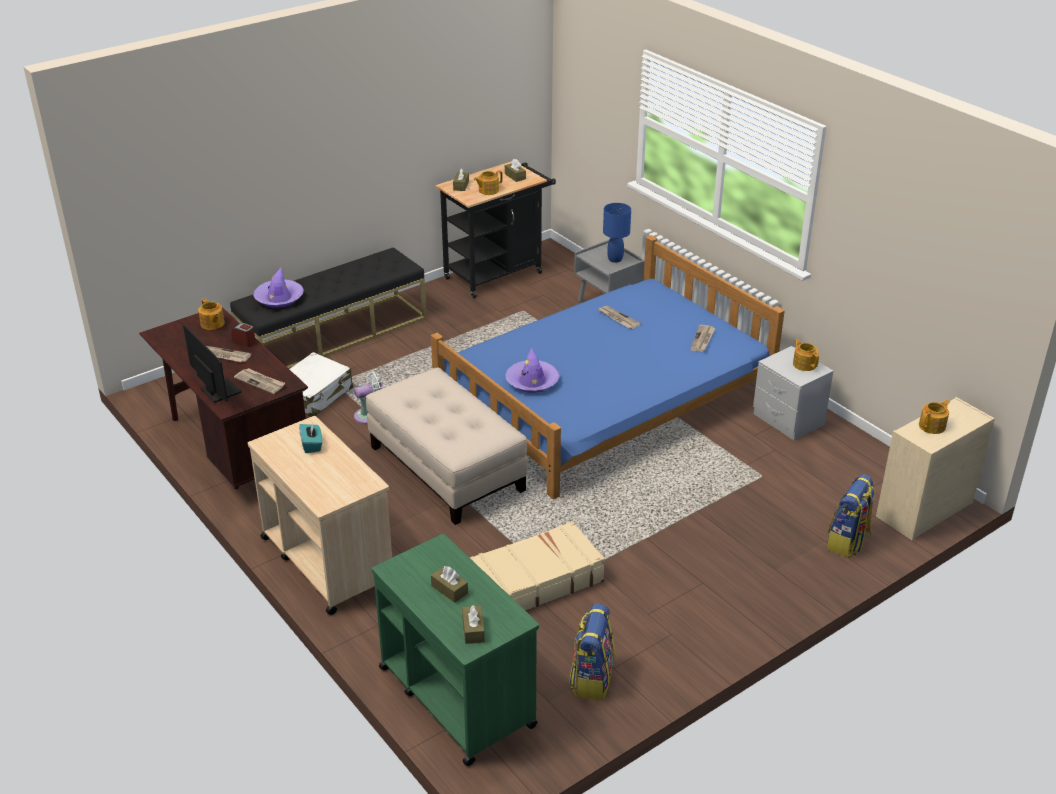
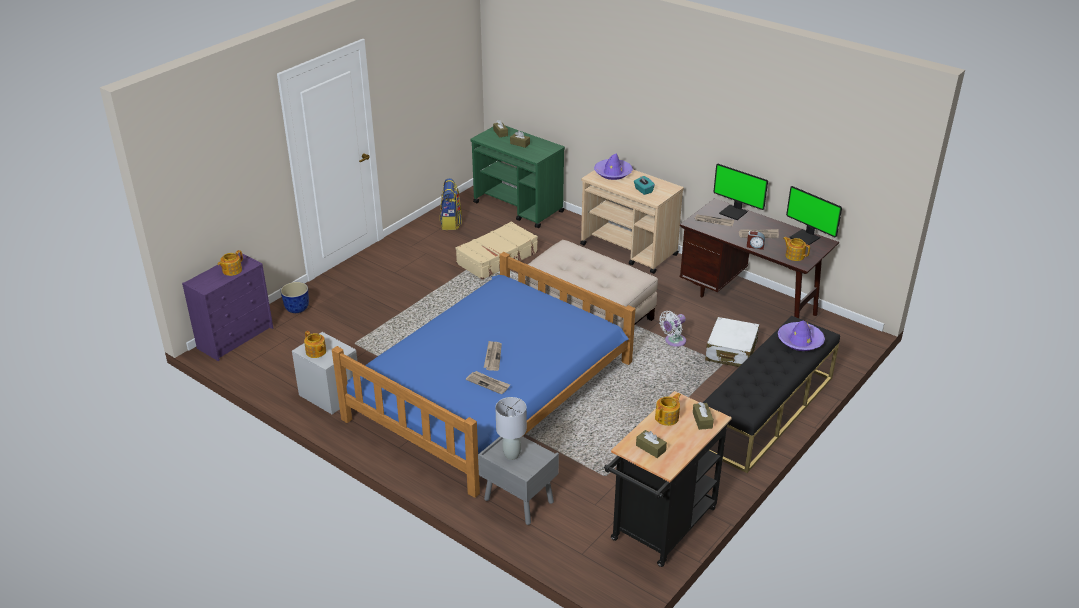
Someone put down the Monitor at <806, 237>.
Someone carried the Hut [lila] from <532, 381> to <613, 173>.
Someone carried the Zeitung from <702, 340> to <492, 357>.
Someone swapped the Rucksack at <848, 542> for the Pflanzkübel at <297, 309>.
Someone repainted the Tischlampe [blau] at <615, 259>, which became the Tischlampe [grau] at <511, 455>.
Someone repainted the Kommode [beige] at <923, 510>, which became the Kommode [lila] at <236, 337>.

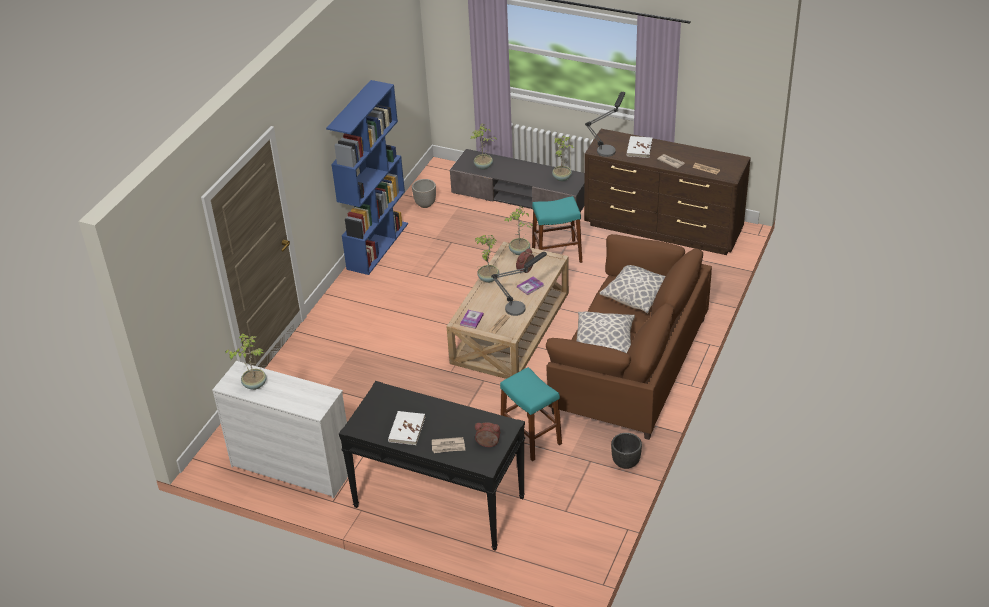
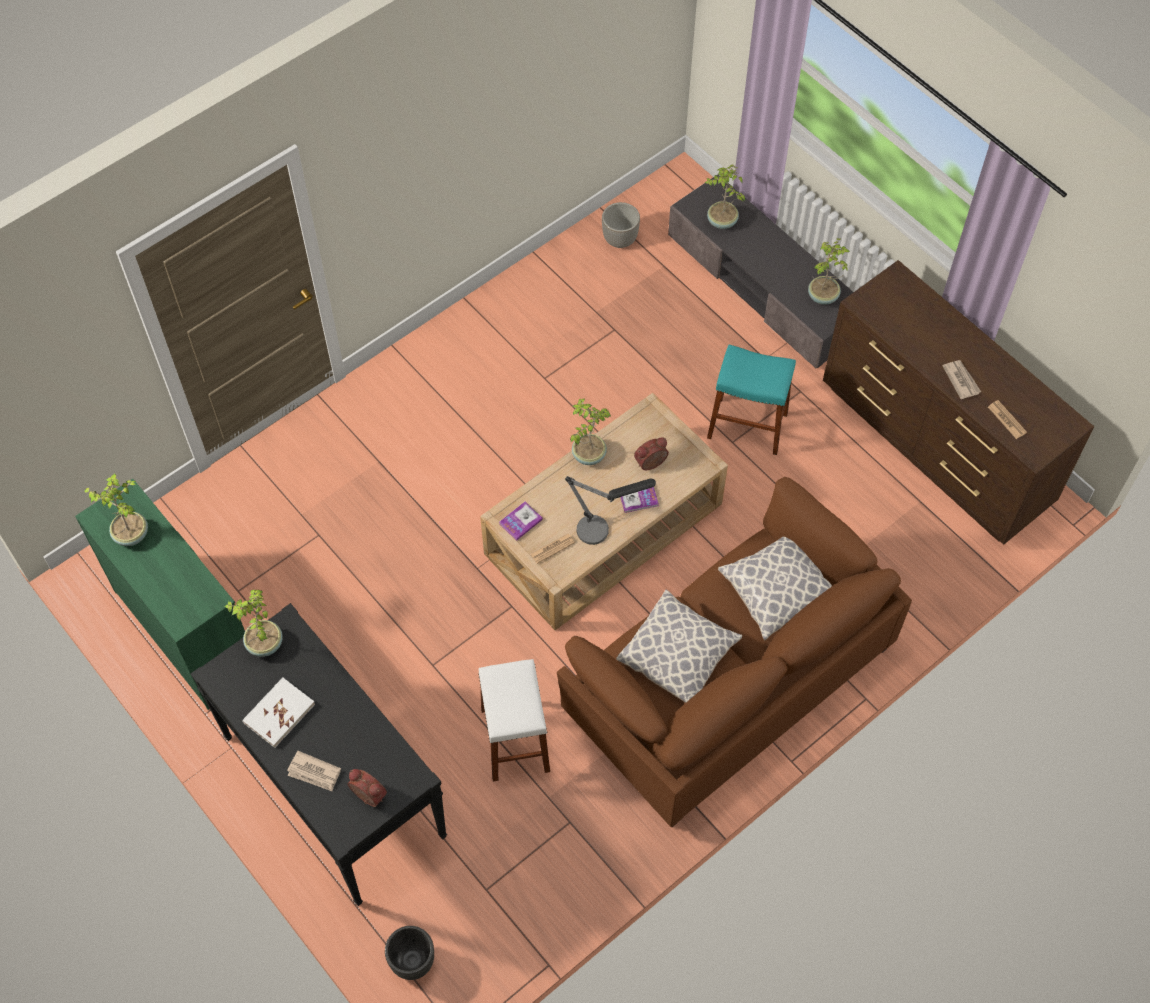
Someone took away the Bücherregal [blau] at <377, 245>.
Someone took away the Tischlampe at <608, 148>.
Someone took away the Buch [weiß] at <639, 148>.
Someone carried the Topfpflanze from <519, 252> to <264, 644>.
Someone carried the Pflanzkübel [schwarz] from <626, 463> to <412, 962>.
Someone repainted the Kommode [weiß] at <293, 467>, which became the Kommode [grün] at <188, 630>.
Someone repainted the Hocker [türkis] at <531, 438>, which became the Hocker [weiß] at <515, 740>.

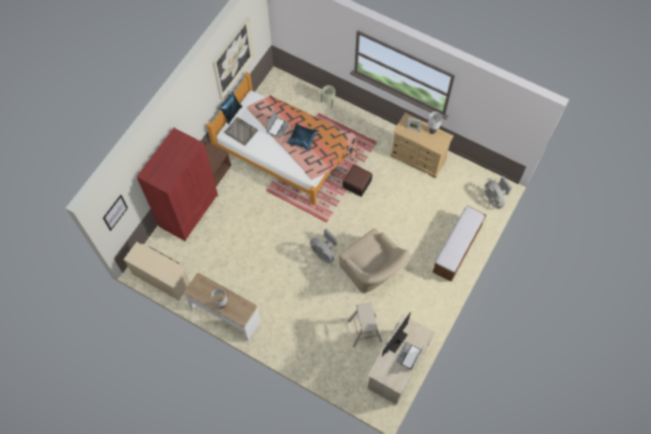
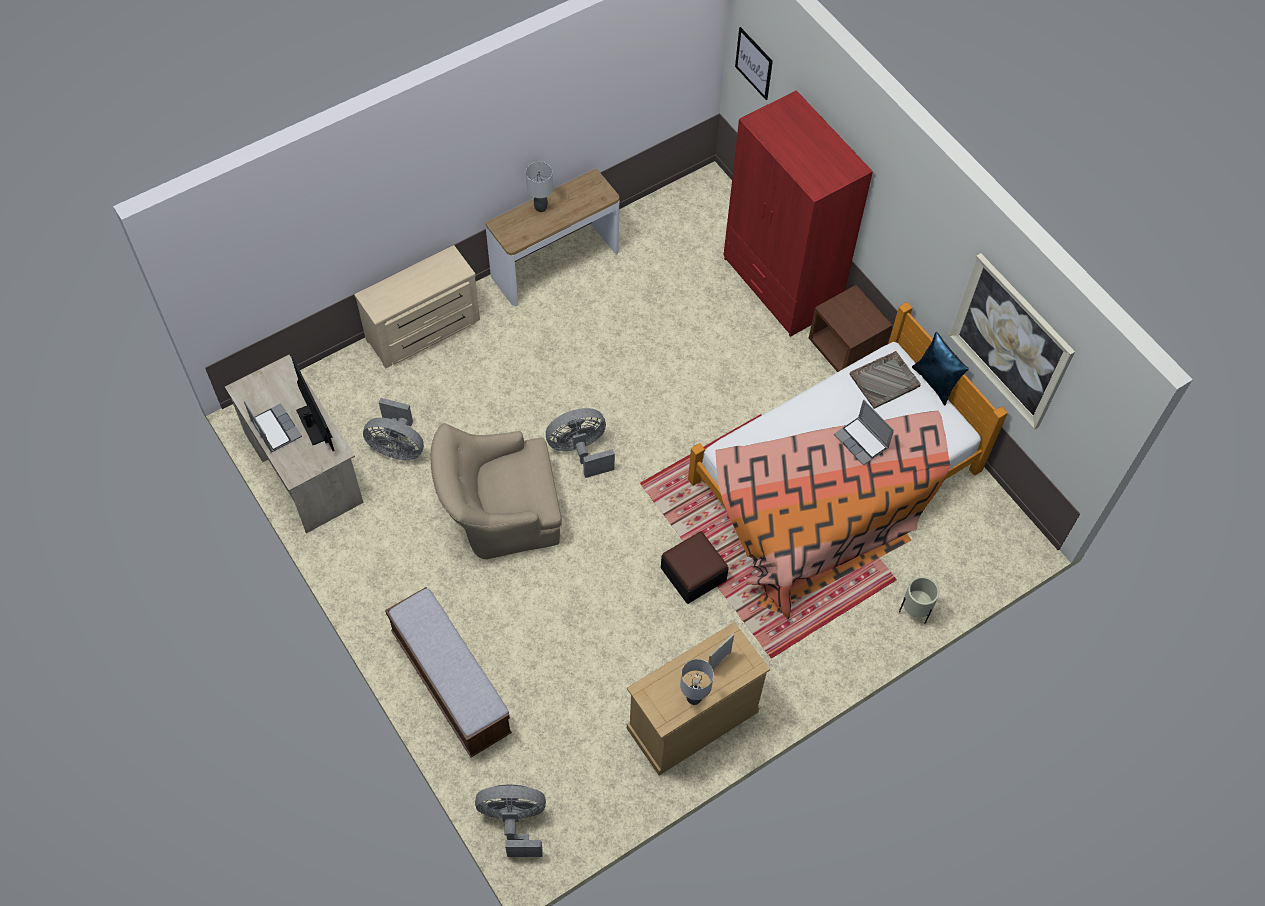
Someone took away the Kissen [blau] at <303, 138>.
Someone carried the Kommode [beige] from <162, 277> to <424, 331>.
Someone swapped the Hocker [beige] at <364, 331> for the Ventilator [grau] at <397, 447>.

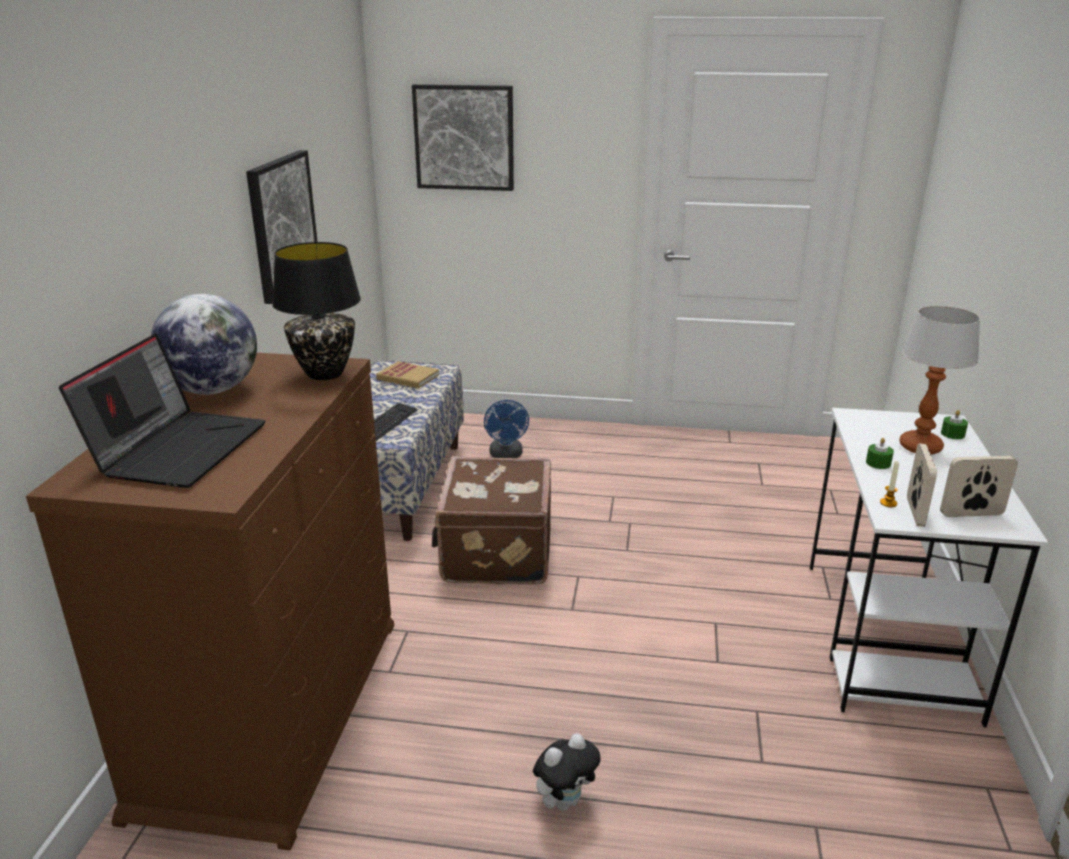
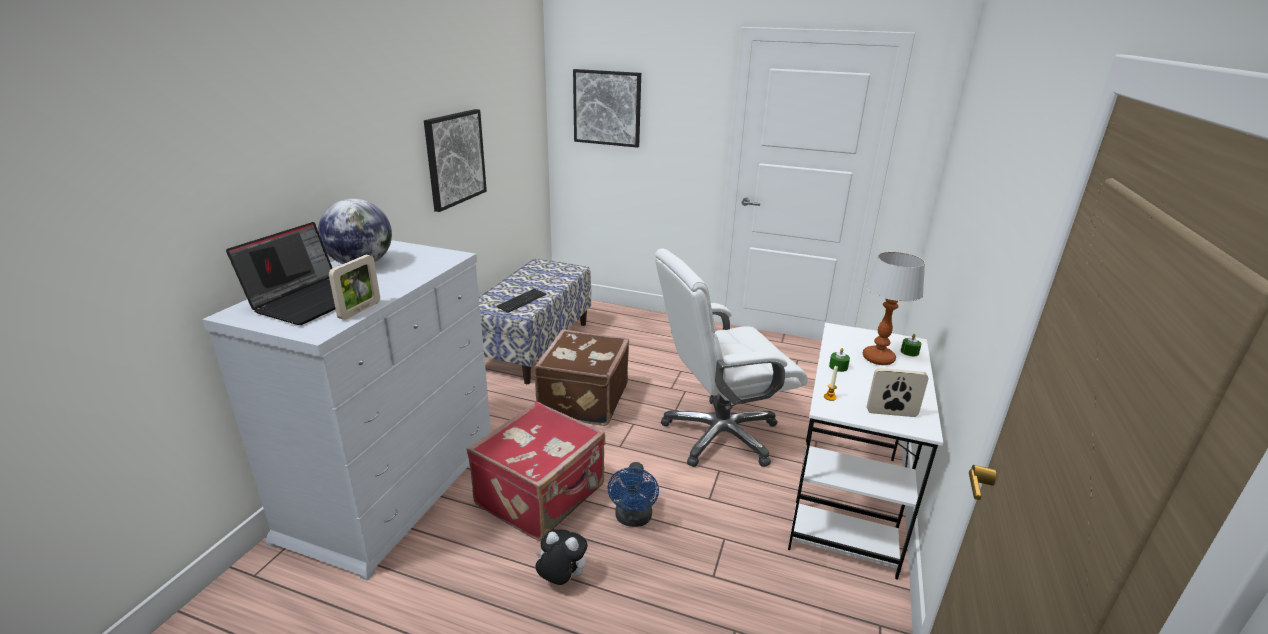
Someone took away the Tischlampe [schwarz] at <326, 373>.
Someone took away the Buch at <408, 377>.
Someone put down the Koffer [rot] at <542, 496>.
Someone put down the Bürostuhl [weiß] at <719, 435>.
Someone carried the Ventilator [blau] from <506, 455> to <633, 519>.
Someone carried the Bilderrahmen from <915, 512> to <360, 310>.
Someone repainted the Kommode [braun] at <273, 711>, which became the Kommode [weiß] at <394, 486>.
Someone rotated the Plüschtier at <565, 801> by 135 degrees counterclockwise.

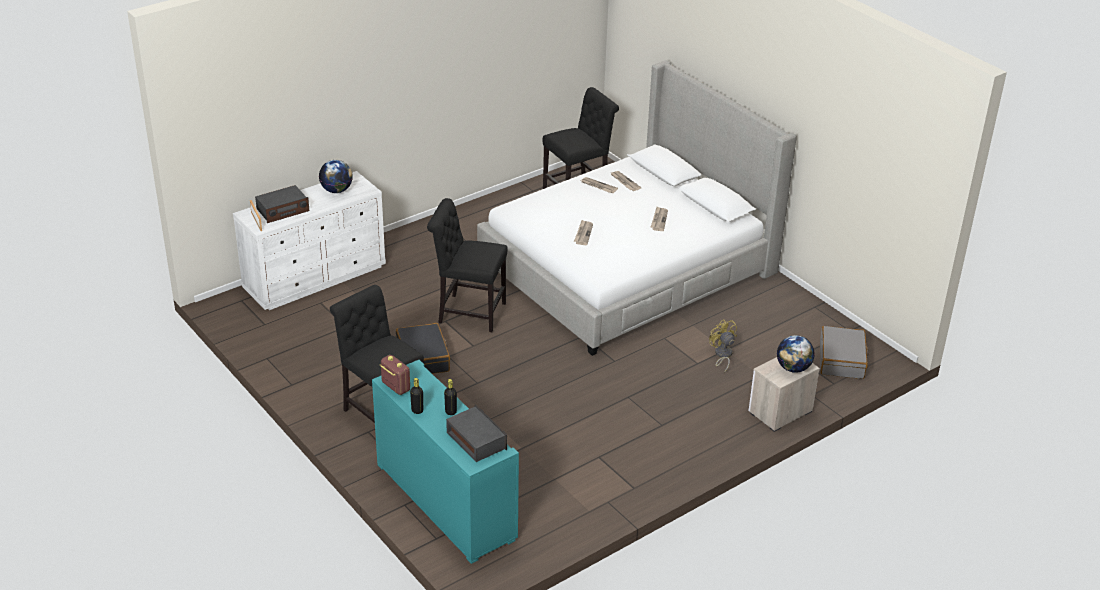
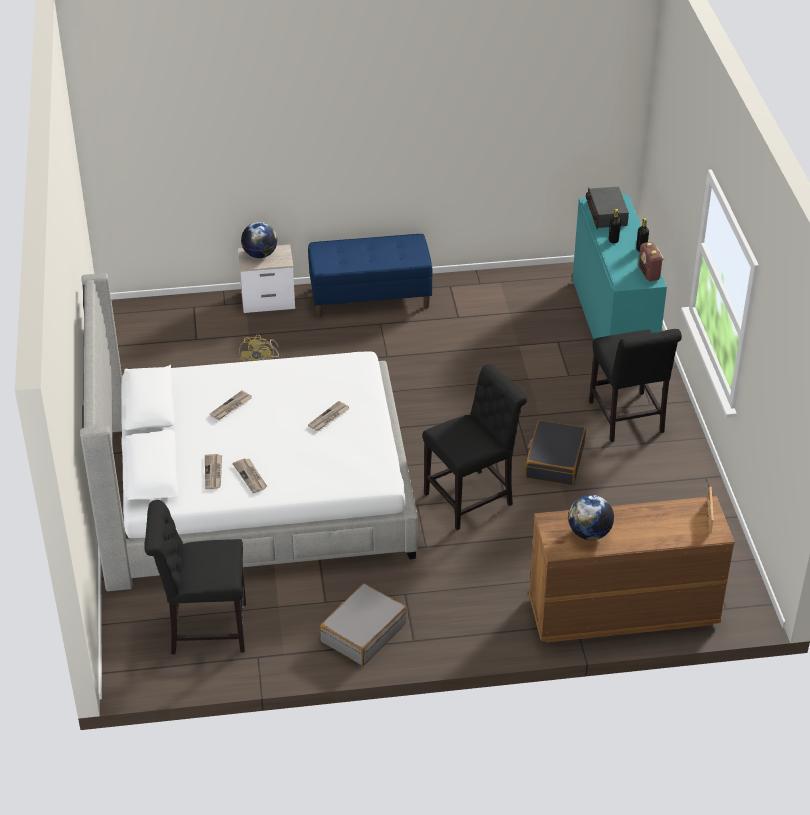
Someone took away the Radio at <282, 210>.
Someone put down the Bank [blau] at <370, 297>.
Someone carried the Koffer [grau] from <842, 360> to <363, 632>.
Someone repainted the Kommode [weiß] at <316, 277>, which became the Kommode [braun] at <621, 611>.
Someone rotated the Stuhl [schwarz] at <468, 312> by 75 degrees counterclockwise.

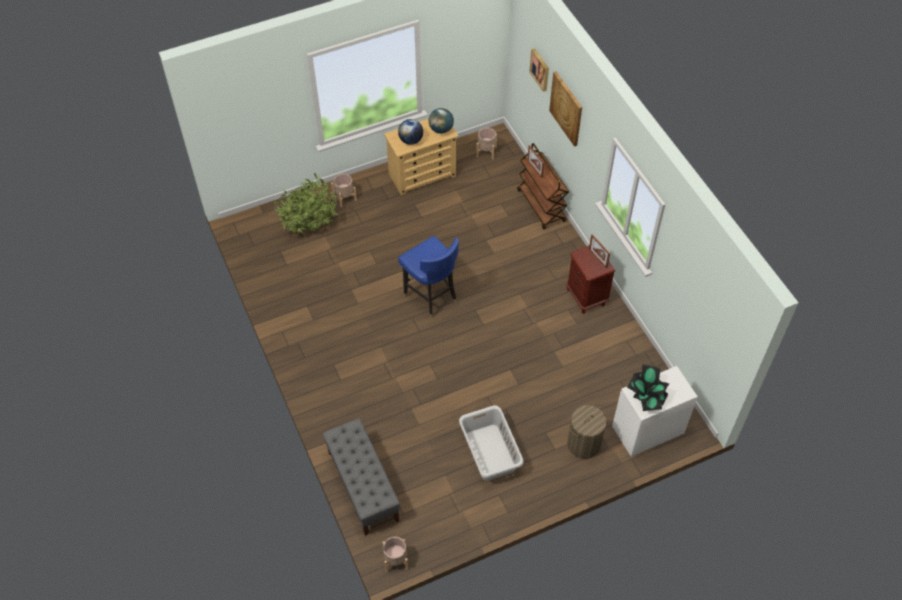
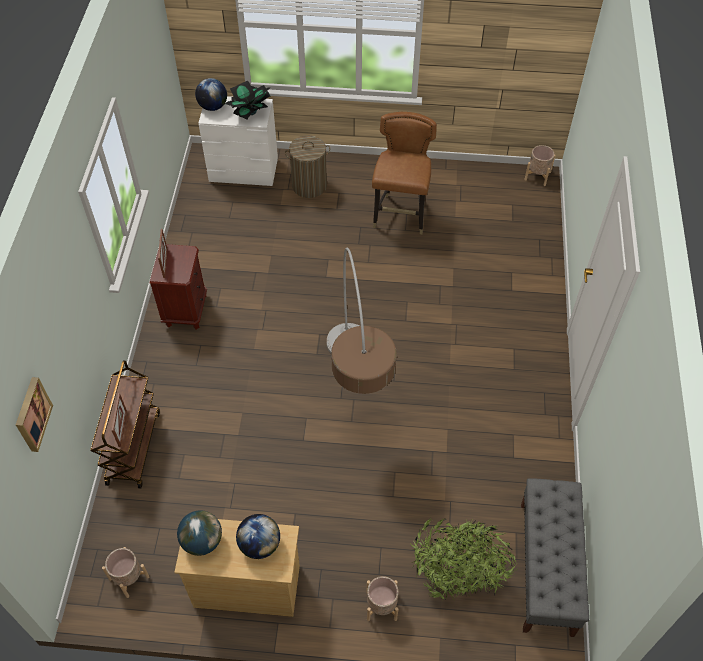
Someone took away the Bild at <566, 108>.
Someone put down the Globus at <213, 106>.
Someone carried the Bank [grau] from <363, 486> to <546, 568>.
Someone swapped the Stuhl [blau] at <431, 297> for the Stehlampe at <356, 393>.
Someone swapped the Wäschekorb [grau] at <489, 453> for the Stuhl [braun] at <401, 215>.

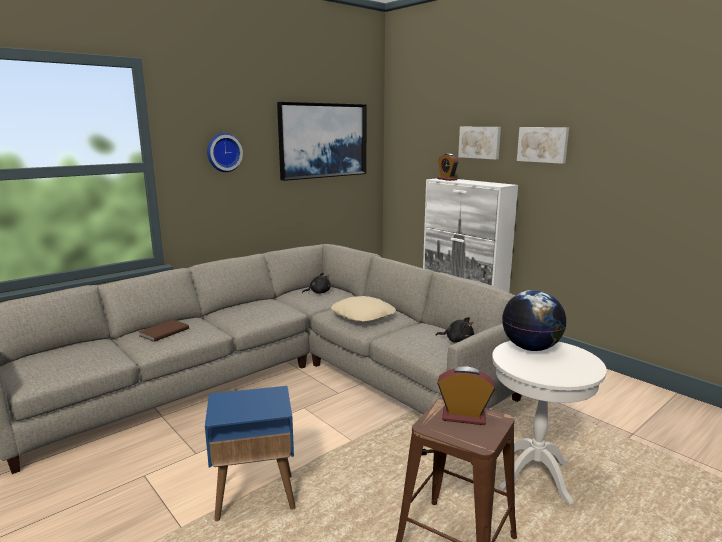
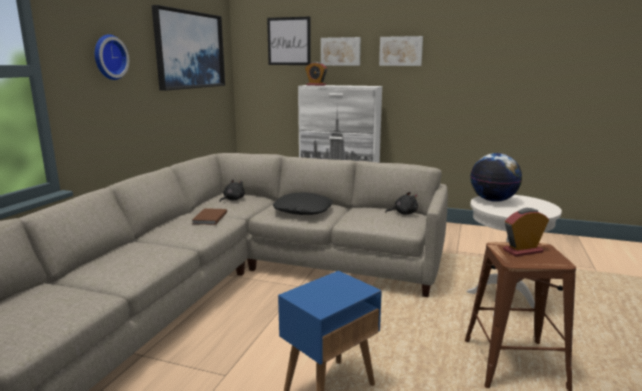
Someone put up the Bild at <289, 41>.
Someone carried the Buch [braun] from <163, 332> to <209, 218>.
Someone repainted the Kissen [beige] at <363, 316>, which became the Kissen [schwarz] at <303, 210>.

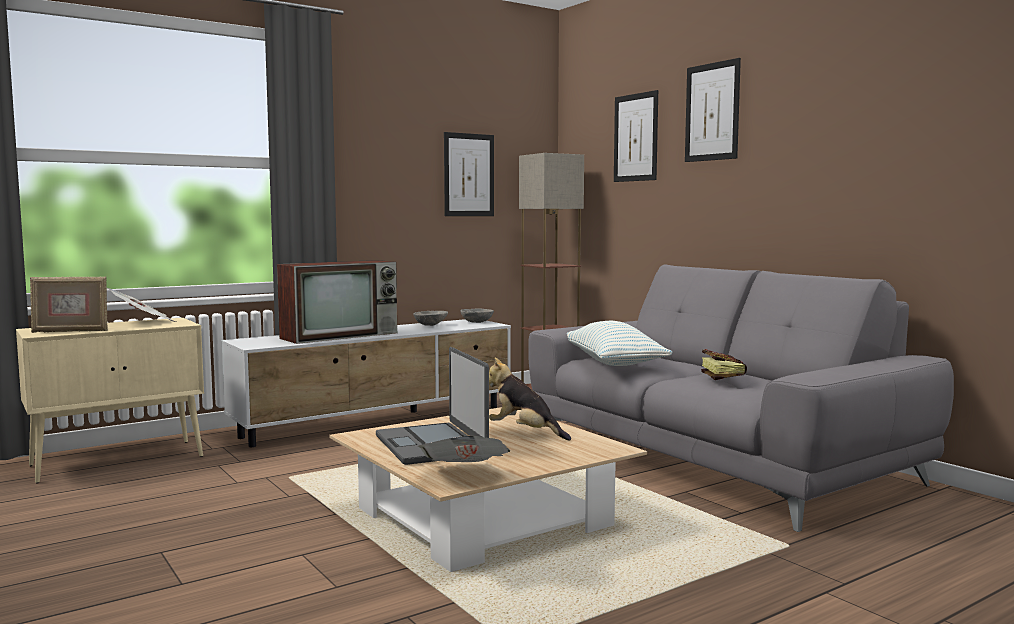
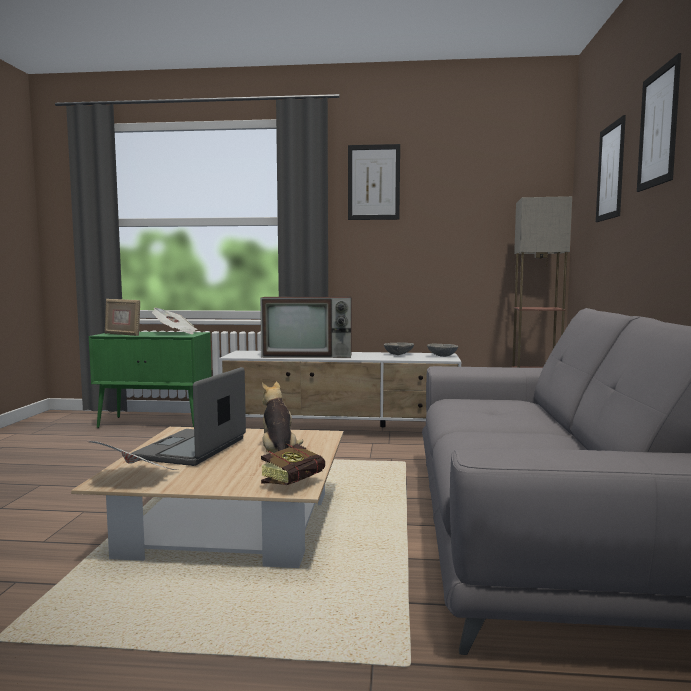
Someone took away the Kissen at <613, 363>.
Someone carried the Bild from <469, 175> to <373, 182>.
Someone carried the Buch from <720, 379> to <297, 483>.
Someone repainted the Schrank [beige] at <119, 460>, which became the Schrank [grün] at <156, 423>.

